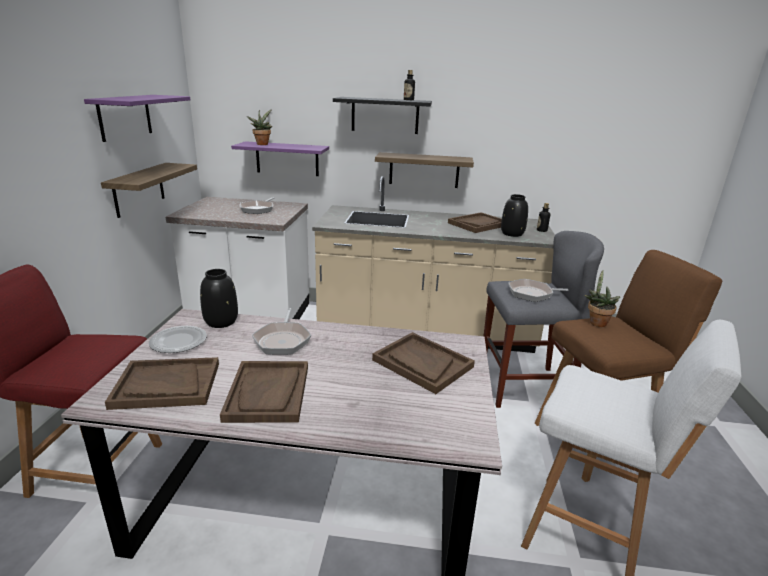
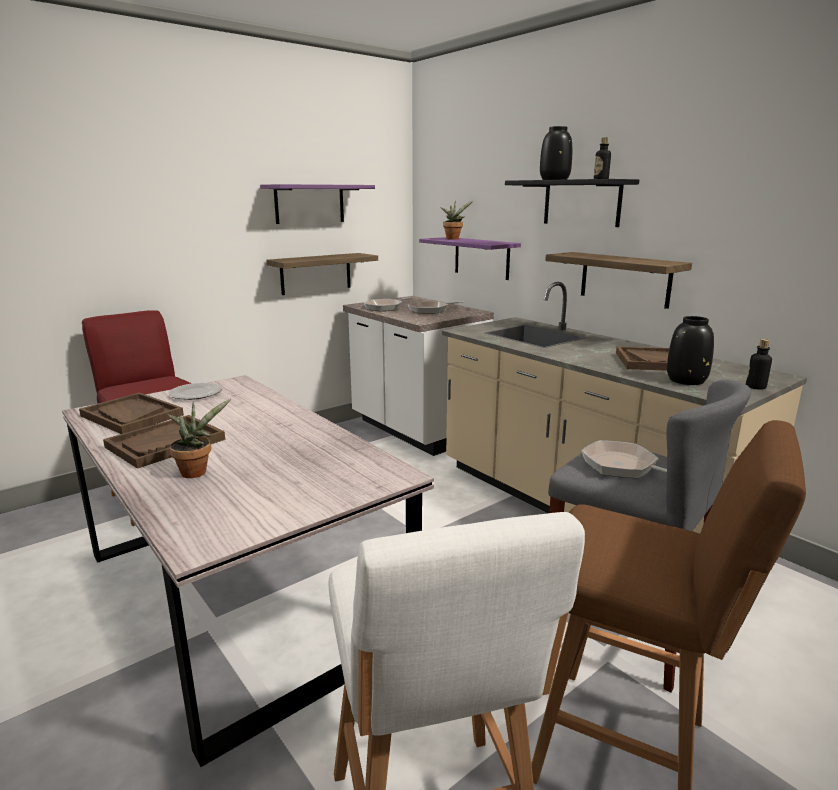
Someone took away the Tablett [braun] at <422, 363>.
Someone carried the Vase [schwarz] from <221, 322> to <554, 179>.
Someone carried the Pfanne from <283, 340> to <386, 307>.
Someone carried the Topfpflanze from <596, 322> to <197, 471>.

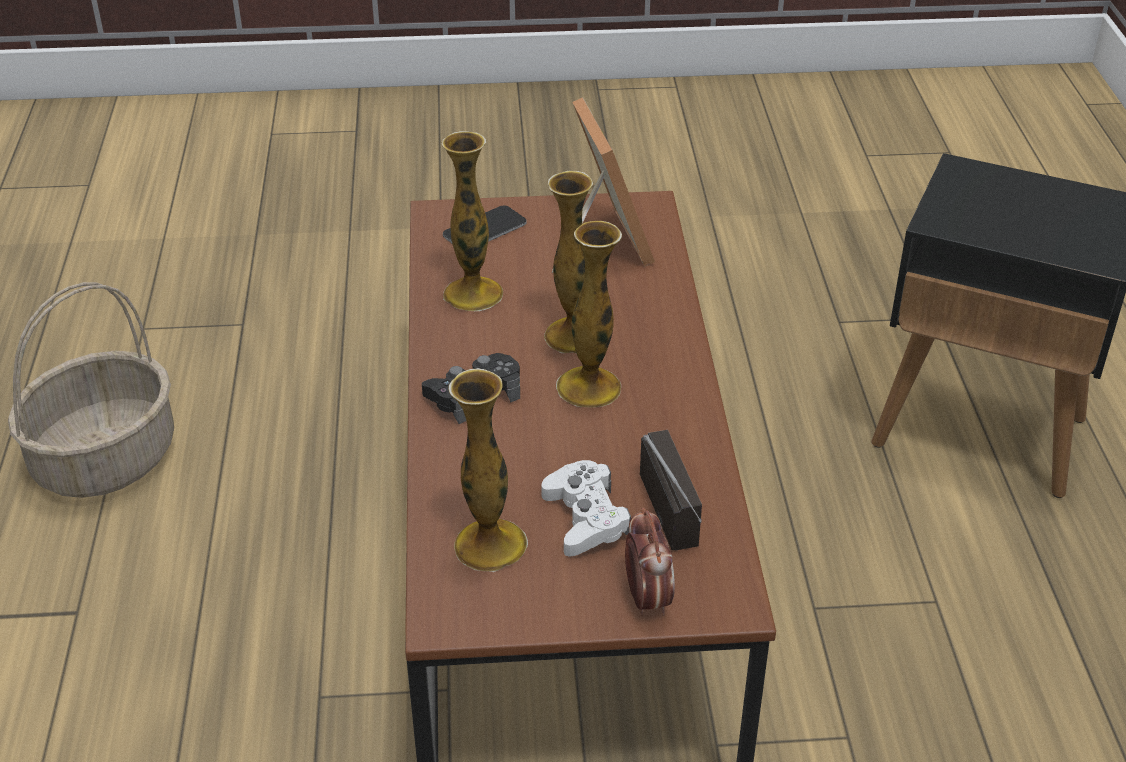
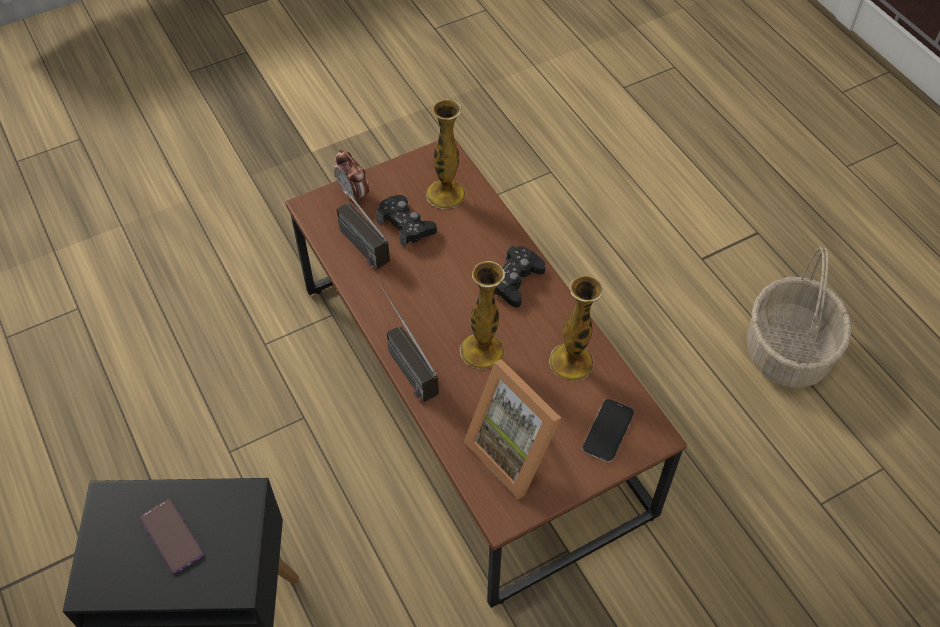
Someone took away the Vase at <588, 387>.
Someone put down the Handy at <172, 536>.
Someone put down the Radio at <401, 360>.
Someone repainted the Gamepad [weiß] at <585, 518>, which became the Gamepad [schwarz] at <406, 225>.

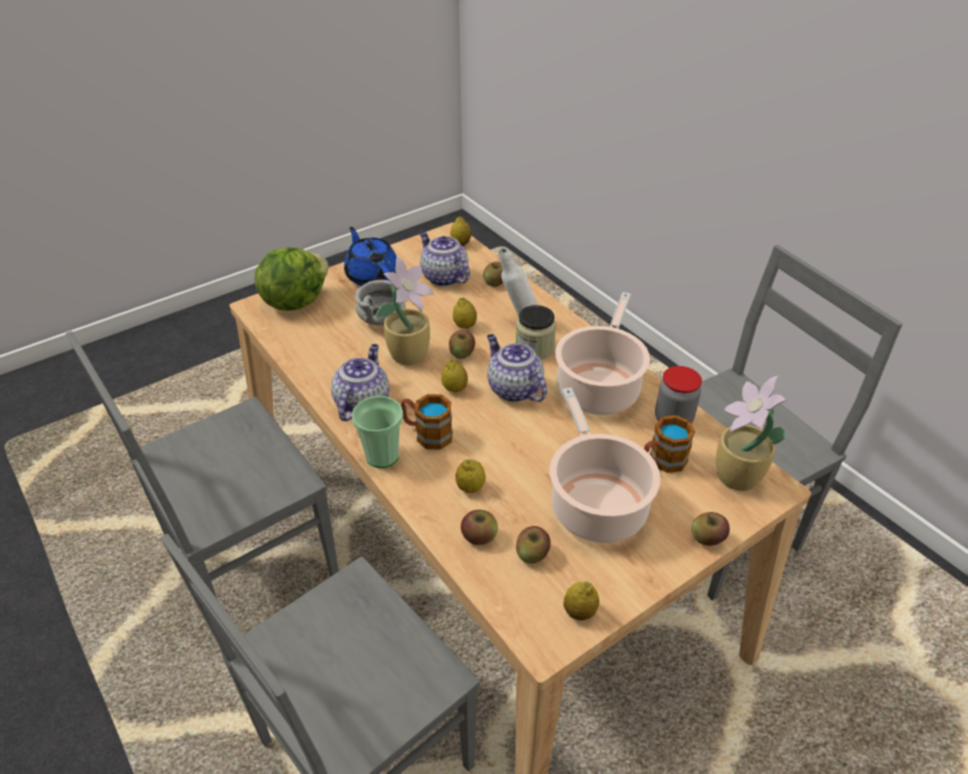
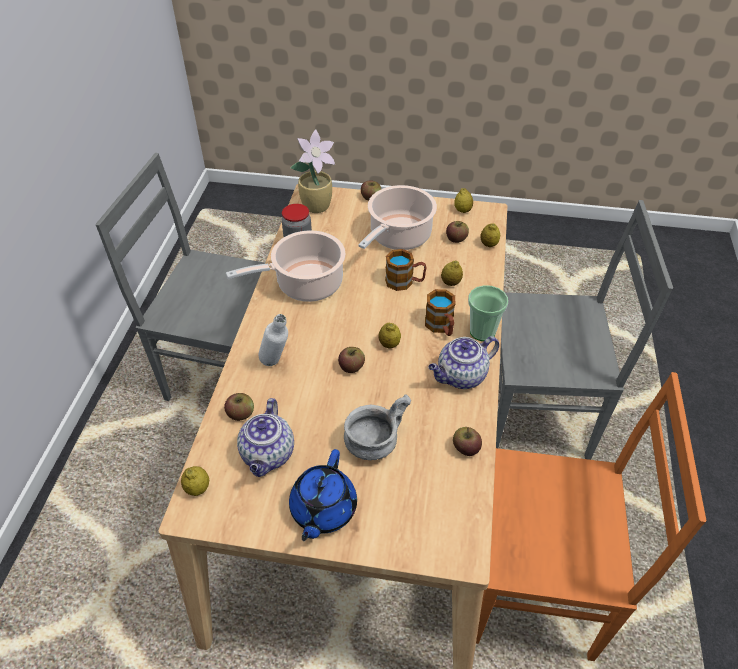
Someone took away the Salatkopf at <294, 301>.
Someone took away the Topfpflanze at <410, 354>.
Someone took away the Teekanne at <513, 389>.
Someone took away the Vorratsglas at <534, 348>.
Someone carried the Zitrone from <465, 326> to <488, 244>.
Someone carried the Apfel from <479, 536> to <465, 448>.
Someone carried the Henkelbecher from <661, 462> to <405, 282>.
Someone repainted the Stuhl [grau] at <249, 567>, which became the Stuhl [orange] at <537, 588>.

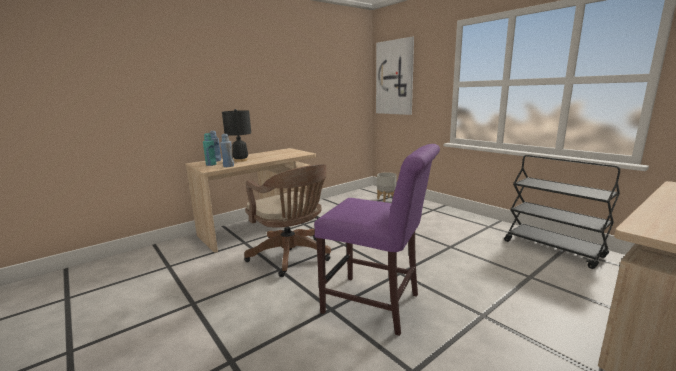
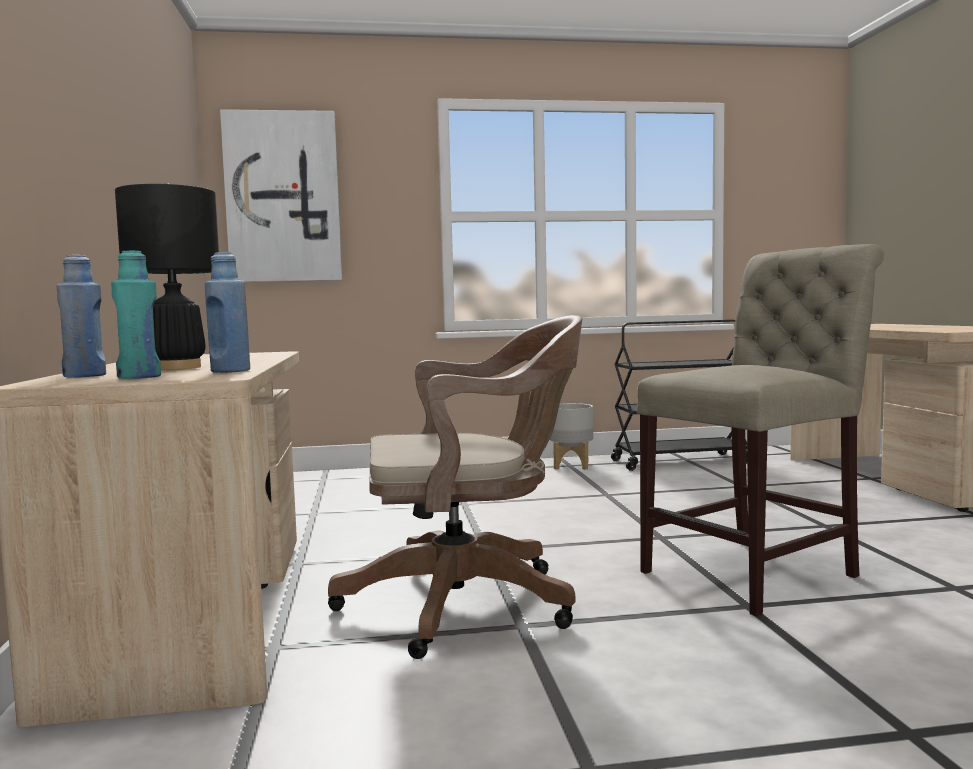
Someone carried the Pflanzkübel [grau] from <386, 199> to <571, 465>.
Someone repainted the Stuhl [lila] at <376, 305>, which became the Stuhl [beige] at <758, 572>.

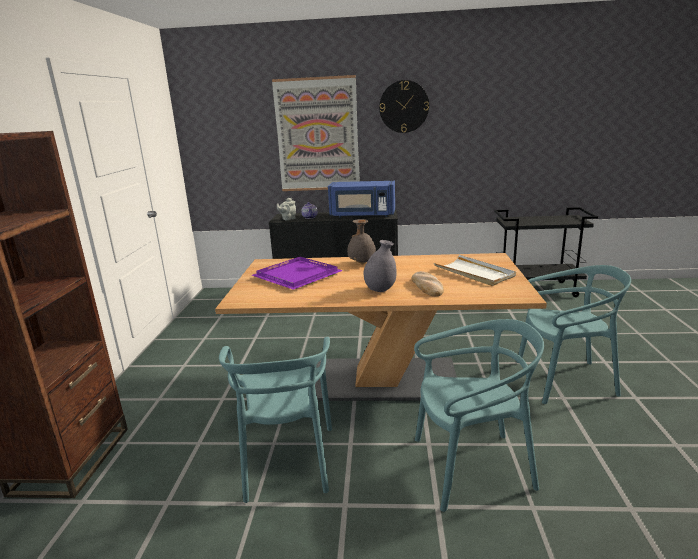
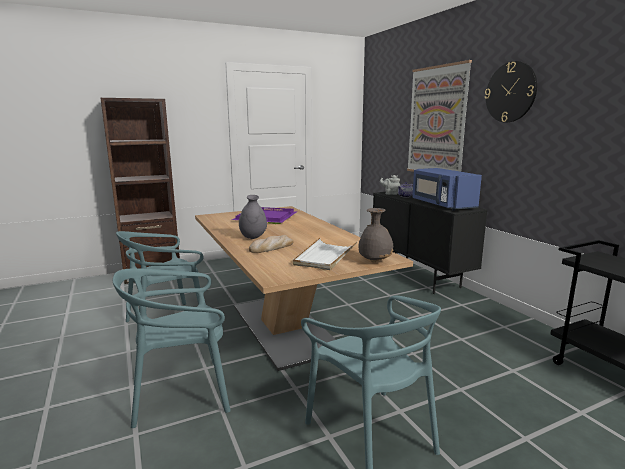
Someone carried the Vase [grau] from <361, 263> to <375, 261>.
Someone rotated the Stuhl [türkis] at <471, 467> by 105 degrees clockwise.

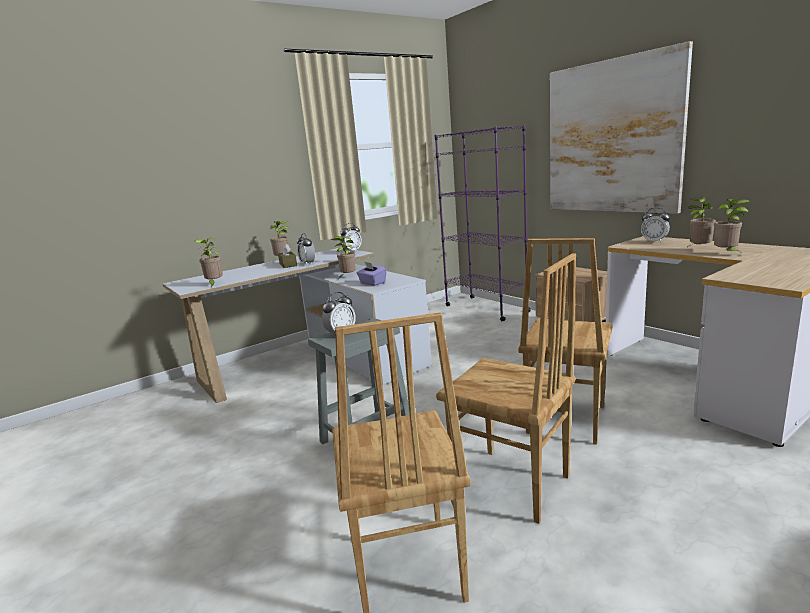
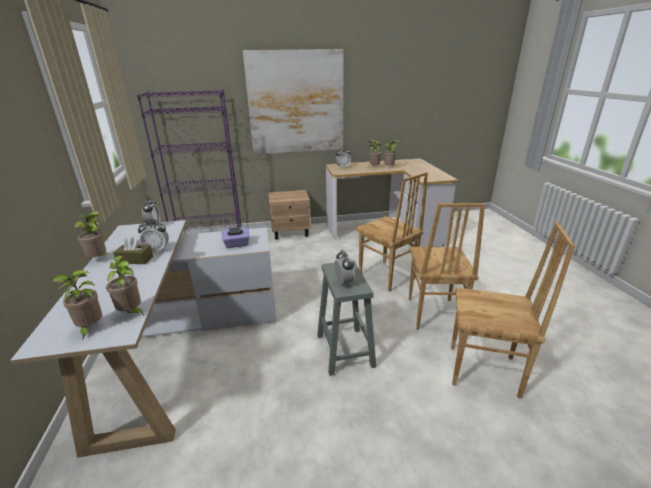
Someone carried the Topfpflanze from <347, 277> to <90, 329>.
Someone rotated the Stuhl [braun] at <511, 485> by 120 degrees clockwise.

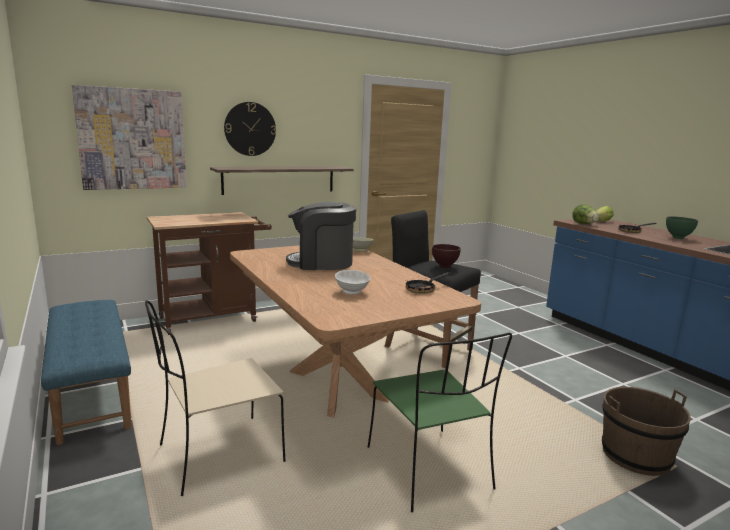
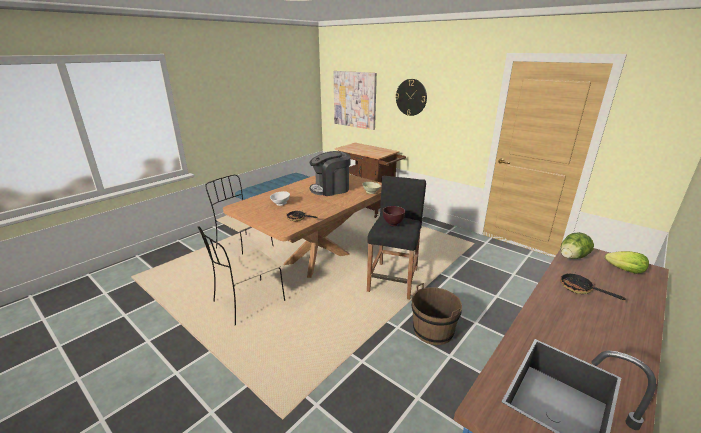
Someone took away the Wandregal at <279, 179>.
Someone took away the Schüssel [grün] at <677, 238>.
Someone carried the Eimer [braun] from <636, 456> to <433, 331>.
Someone repainted the Stuhl [grün] at <430, 470>, which became the Stuhl [beige] at <247, 302>.
Someone rotated the Kaffeemaschine at <321, 263> by 90 degrees counterclockwise.

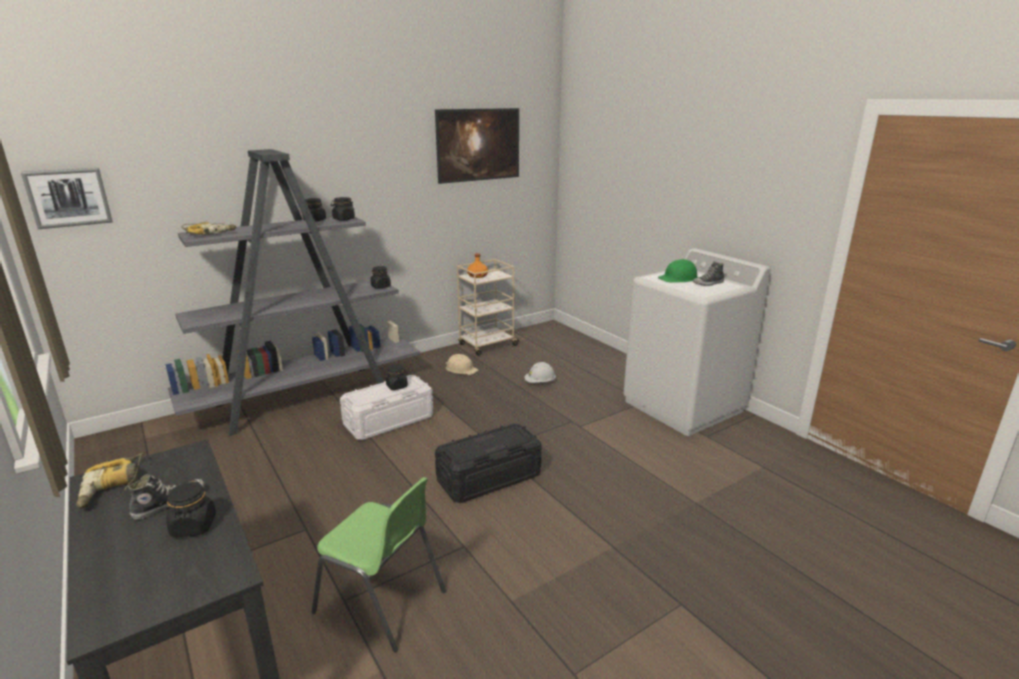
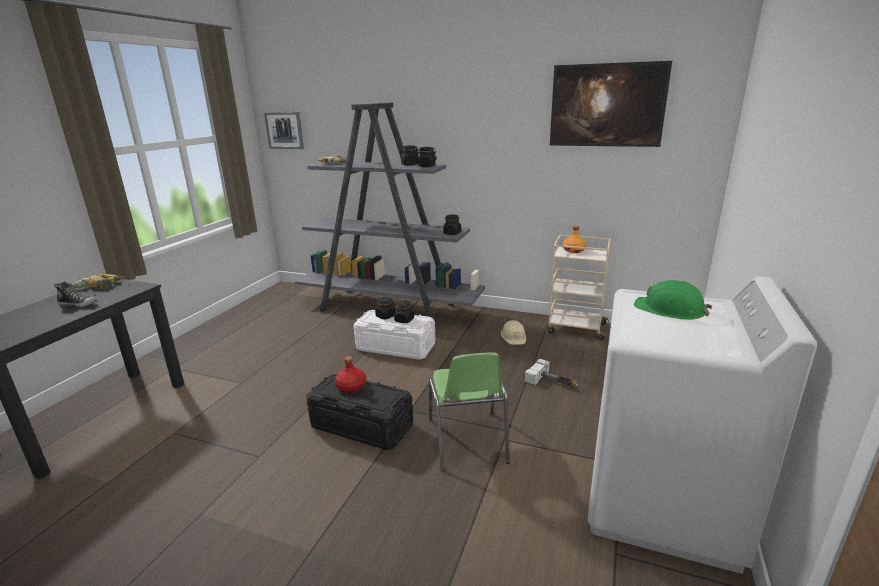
Someone took away the Schuh at <708, 284>.
Someone put down the Flasche [rot] at <351, 386>.
Someone carried the Vorratsglas [schwarz] from <193, 526> to <385, 316>.
Someone carried the Stuhl [grün] from <382, 602> to <467, 441>.
Someone swapped the Schutzhelm [weiß] at <540, 383> for the Hammer at <552, 382>.

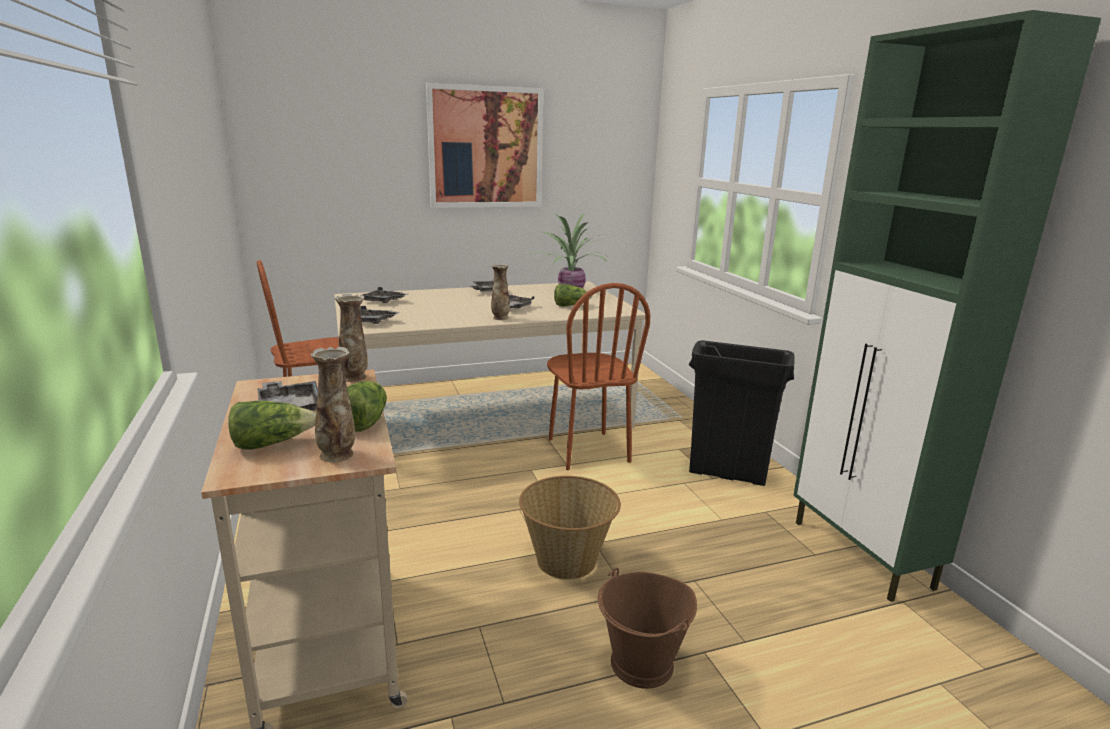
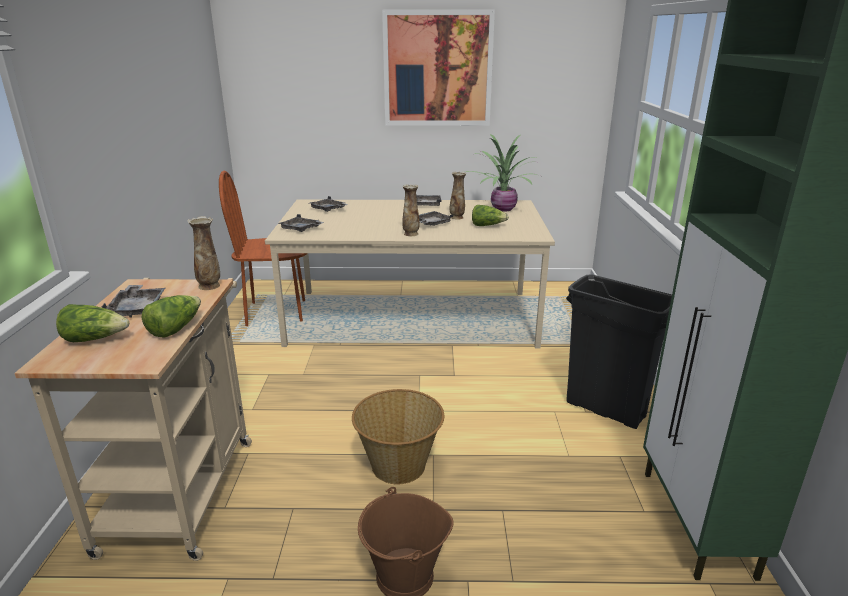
Someone took away the Stuhl [braun] at <587, 450>.
Someone carried the Vase from <338, 455> to <457, 217>.

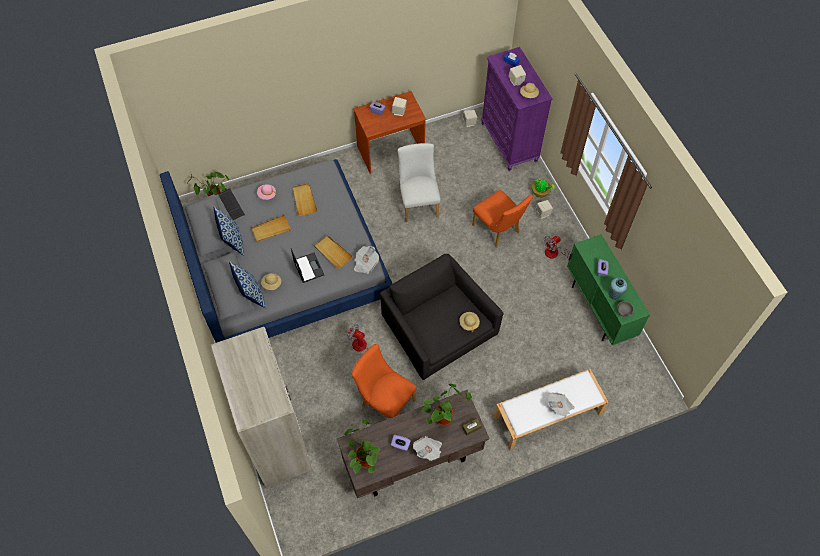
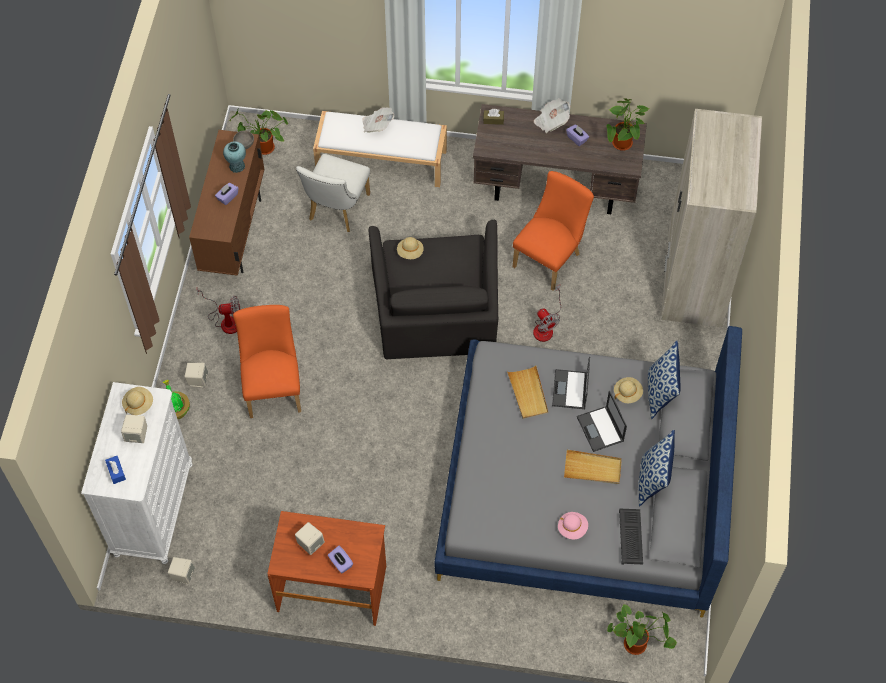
Someone took away the Tablett [beige] at <304, 200>.
Someone took away the Zeitung at <365, 264>.
Someone put down the Laptop at <600, 429>.
Someone carried the Stuhl [weiß] from <418, 202> to <336, 210>.
Someone carried the Topfpflanze from <444, 416> to <263, 149>.
Someone repainted the Kommode [lila] at <509, 142>, which became the Kommode [weiß] at <153, 509>.
Someone repainted the Schrank [grün] at <598, 309>, which became the Schrank [braun] at <234, 234>.
Someone rotated the Stuhl [orange] at <384, 401> by 120 degrees counterclockwise.

